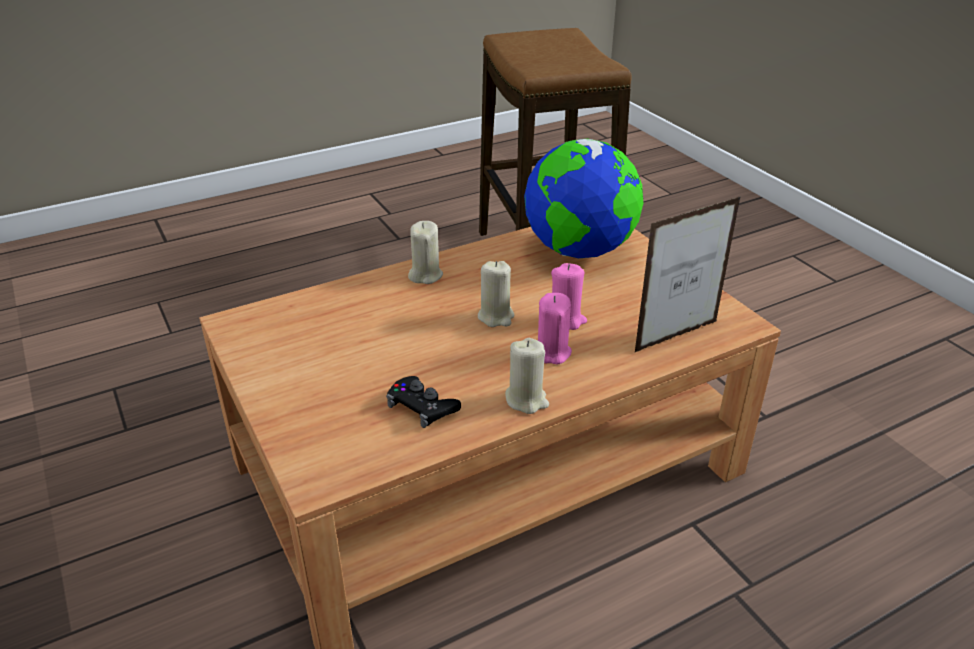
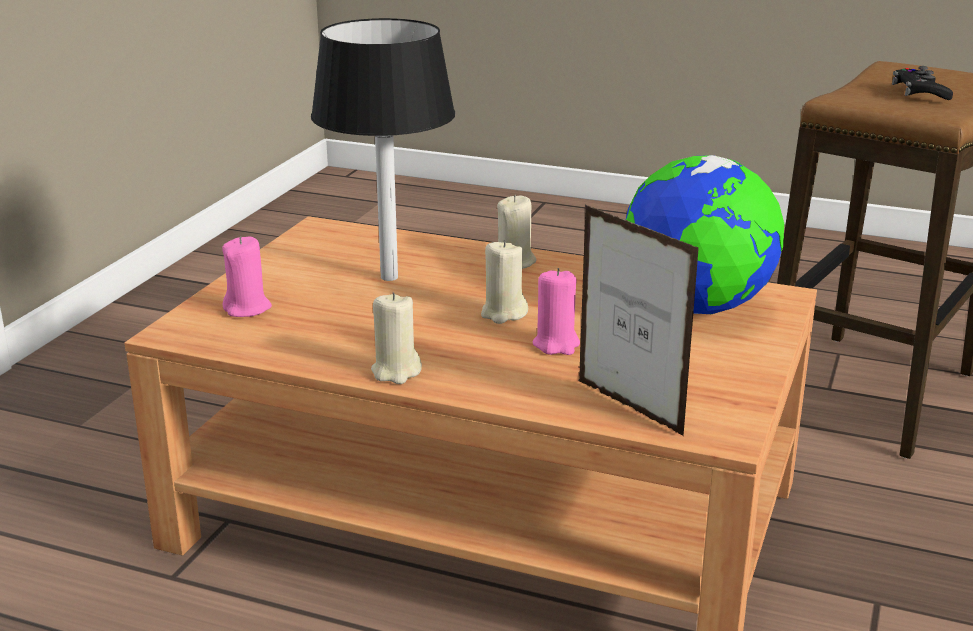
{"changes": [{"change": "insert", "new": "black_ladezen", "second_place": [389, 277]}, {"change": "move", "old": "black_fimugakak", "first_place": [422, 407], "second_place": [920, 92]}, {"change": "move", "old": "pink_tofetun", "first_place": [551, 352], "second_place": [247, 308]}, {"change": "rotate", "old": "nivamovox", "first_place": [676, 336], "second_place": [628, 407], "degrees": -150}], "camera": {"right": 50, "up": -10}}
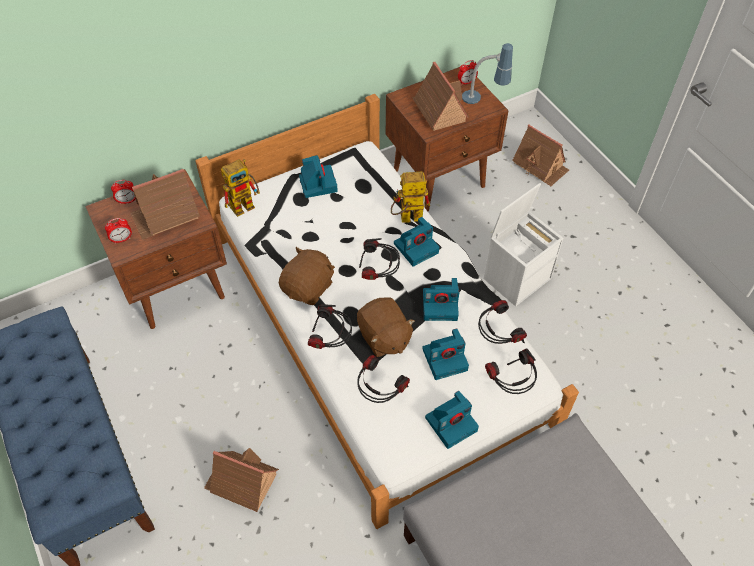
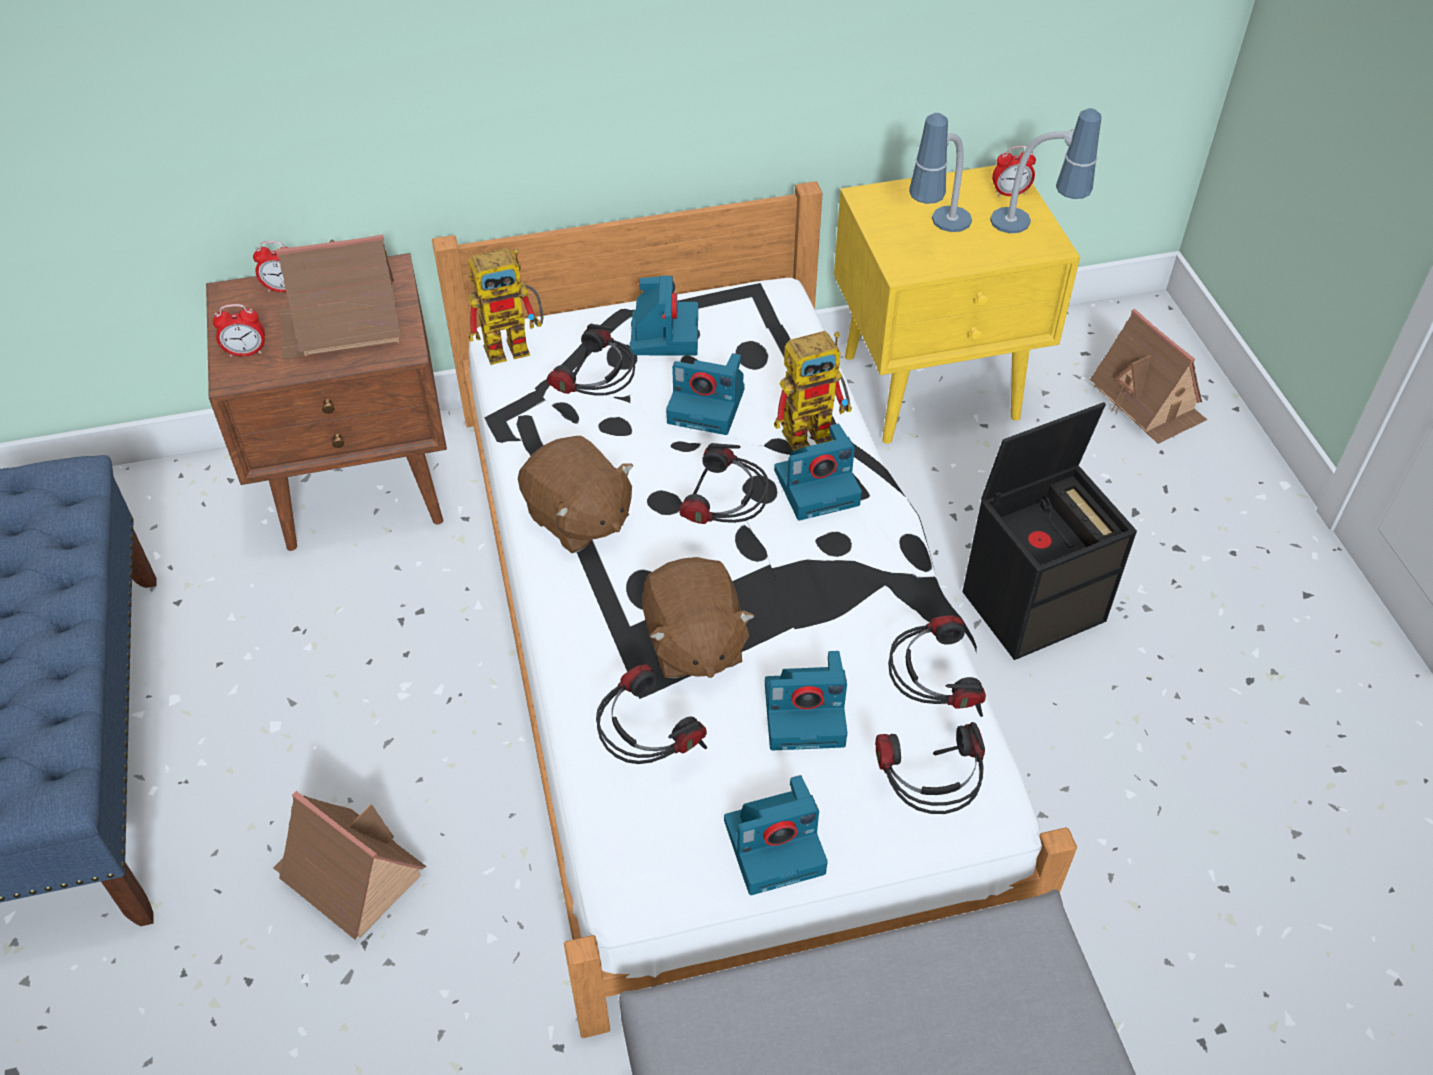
{"changes": [{"change": "move", "old": "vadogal", "first_place": [331, 341], "second_place": [597, 399]}, {"change": "move", "old": "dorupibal", "first_place": [441, 305], "second_place": [708, 405]}, {"change": "replace", "old": "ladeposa", "new": "ladezen", "first_place": [439, 110], "second_place": [936, 234]}, {"change": "recolor", "old": "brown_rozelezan", "new": "yellow_rozelezan", "first_place": [440, 178], "second_place": [934, 387]}, {"change": "recolor", "old": "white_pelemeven", "new": "black_pelemeven", "first_place": [517, 277], "second_place": [1034, 604]}, {"change": "rotate", "old": "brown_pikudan", "first_place": [308, 287], "second_place": [578, 519], "degrees": 90}, {"change": "rotate", "old": "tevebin", "first_place": [406, 219], "second_place": [815, 429], "degrees": 150}], "camera": {"right": 15, "up": -5}}
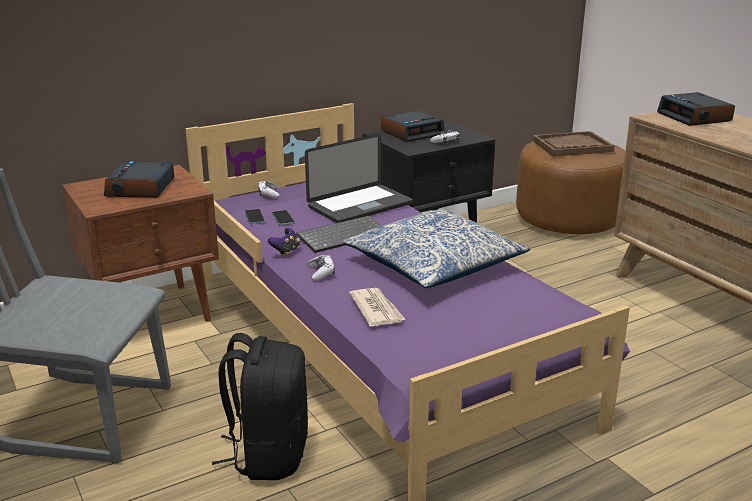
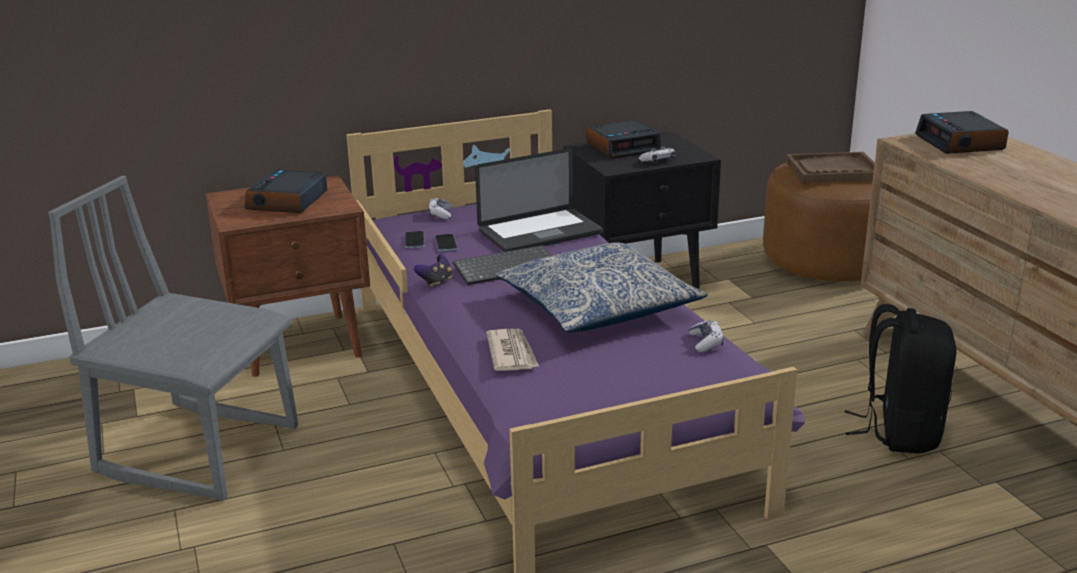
{"changes": [{"change": "move", "old": "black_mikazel", "first_place": [268, 454], "second_place": [899, 431]}, {"change": "move", "old": "fimugakak", "first_place": [321, 273], "second_place": [705, 342]}], "camera": {"right": 10, "up": 0}}
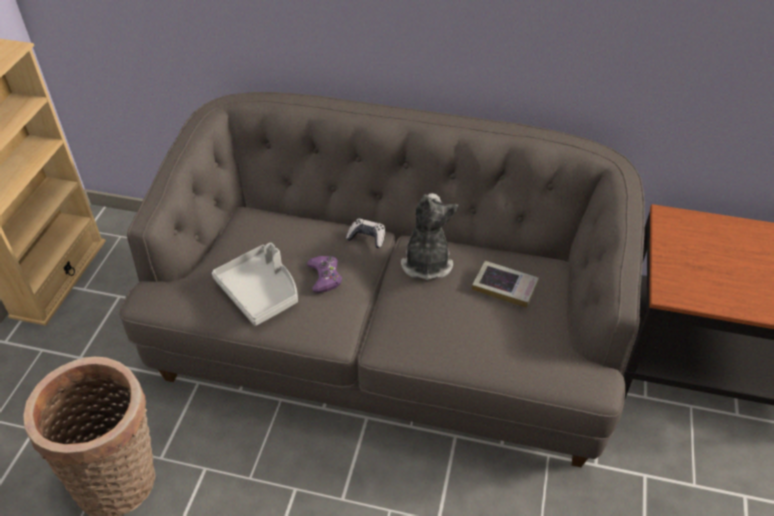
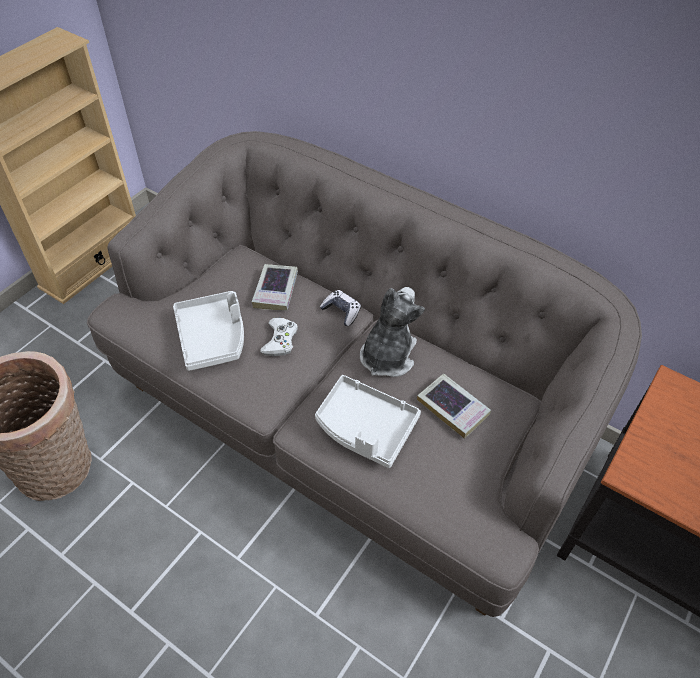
{"changes": [{"change": "insert", "new": "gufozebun", "second_place": [276, 290]}, {"change": "insert", "new": "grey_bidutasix", "second_place": [365, 428]}, {"change": "recolor", "old": "purple_fimugakak", "new": "white_fimugakak", "first_place": [325, 277], "second_place": [280, 340]}], "camera": {"right": 20, "up": 5}}
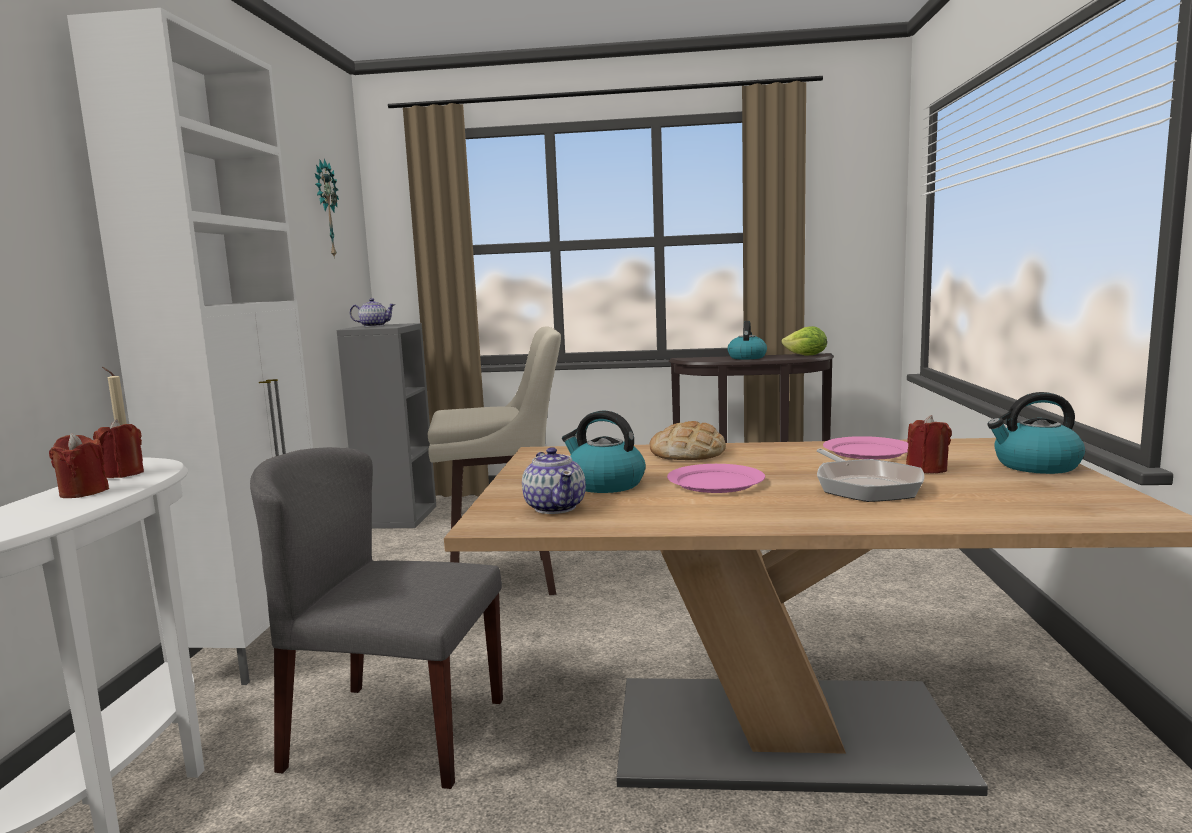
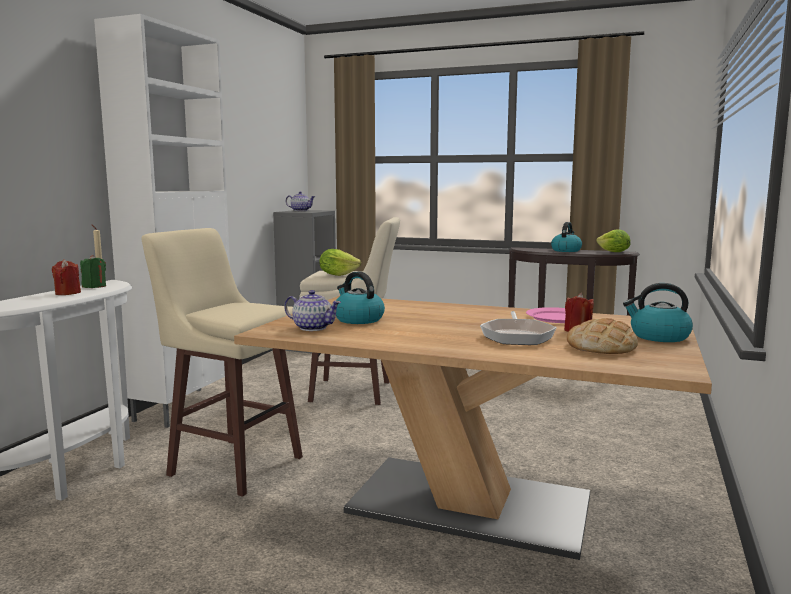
{"changes": [{"change": "delete", "old": "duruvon", "first_place": [325, 209]}, {"change": "delete", "old": "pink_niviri", "first_place": [715, 482]}, {"change": "insert", "new": "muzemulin", "second_place": [337, 275]}, {"change": "move", "old": "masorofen", "first_place": [687, 453], "second_place": [601, 347]}, {"change": "replace", "old": "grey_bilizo", "new": "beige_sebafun", "first_place": [394, 733], "second_place": [234, 465]}, {"change": "recolor", "old": "red_tofetun", "new": "green_tofetun", "first_place": [122, 474], "second_place": [94, 286]}, {"change": "rotate", "old": "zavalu", "first_place": [555, 507], "second_place": [312, 328], "degrees": -60}], "camera": {"right": 15, "up": 0}}
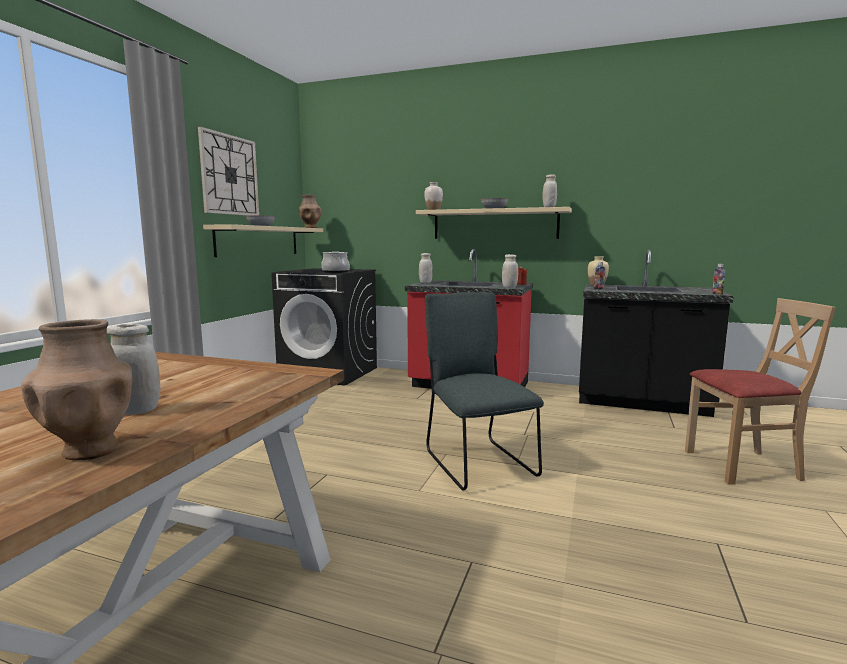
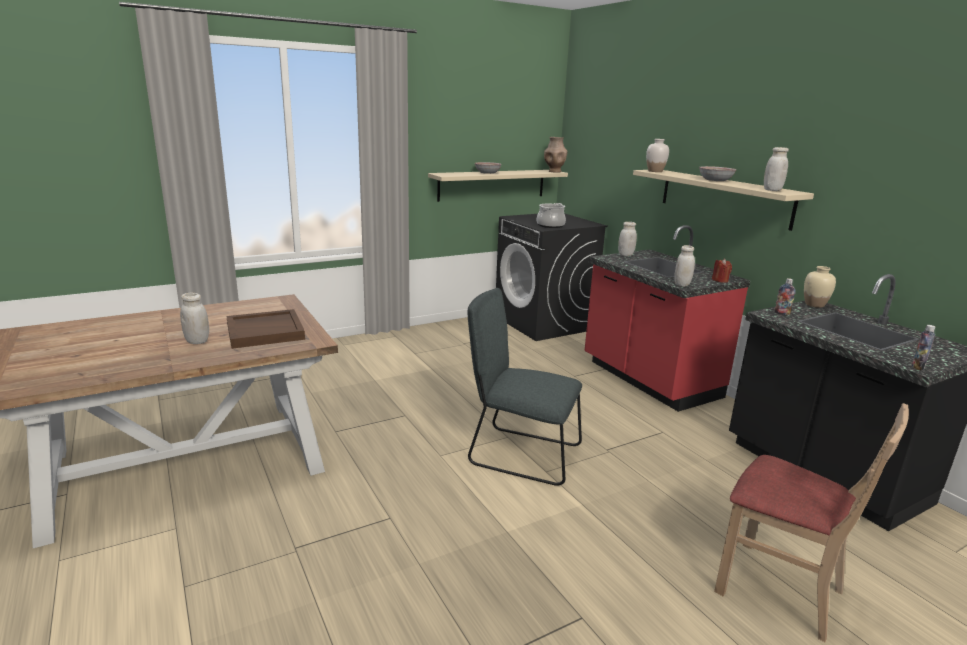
{"changes": [{"change": "delete", "old": "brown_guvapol", "first_place": [90, 450]}, {"change": "delete", "old": "duruvon", "first_place": [229, 175]}, {"change": "insert", "new": "brown_bidutasix", "second_place": [266, 331]}, {"change": "rotate", "old": "grey_bilizo", "first_place": [476, 461], "second_place": [519, 454], "degrees": -90}], "camera": {"right": 40, "up": 10}}
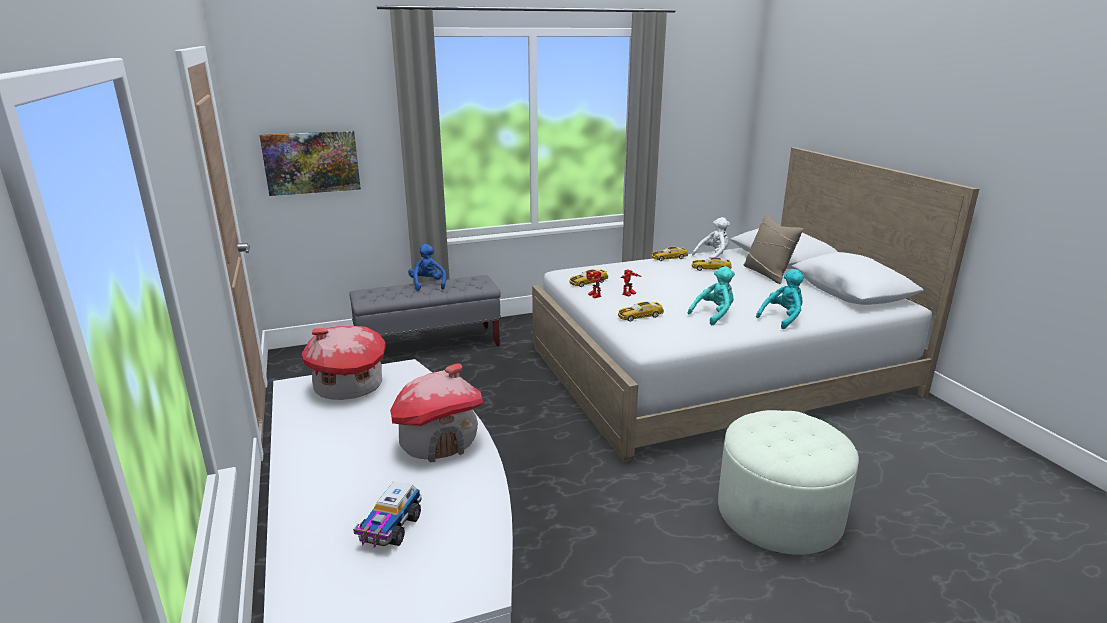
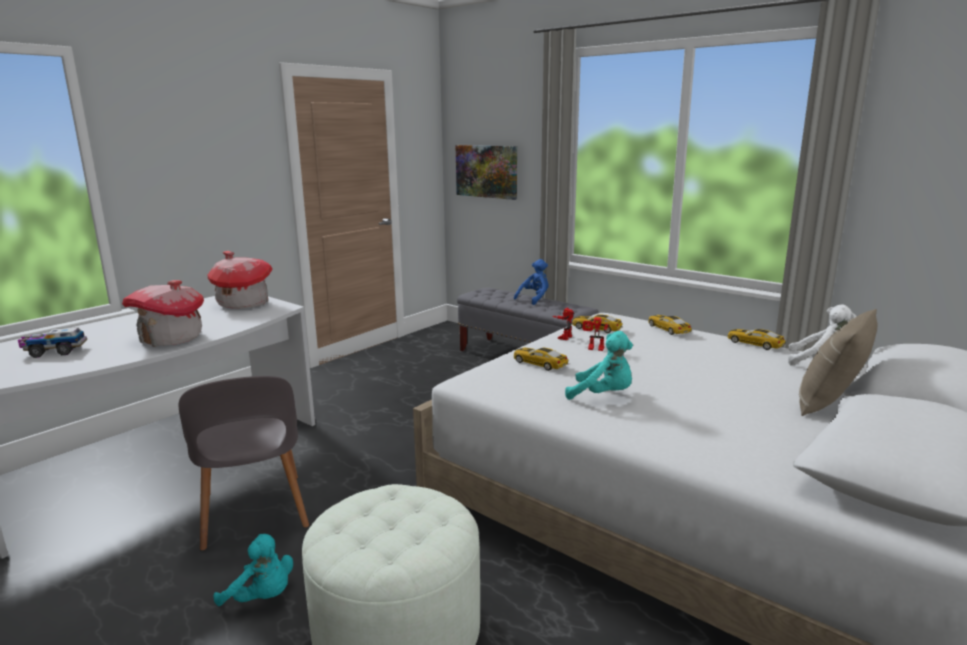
{"changes": [{"change": "insert", "new": "grey_bilizo", "second_place": [253, 514]}, {"change": "move", "old": "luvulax", "first_place": [711, 268], "second_place": [668, 329]}, {"change": "move", "old": "turquoise_pikudan", "first_place": [782, 318], "second_place": [262, 597]}], "camera": {"right": 60, "up": -5}}
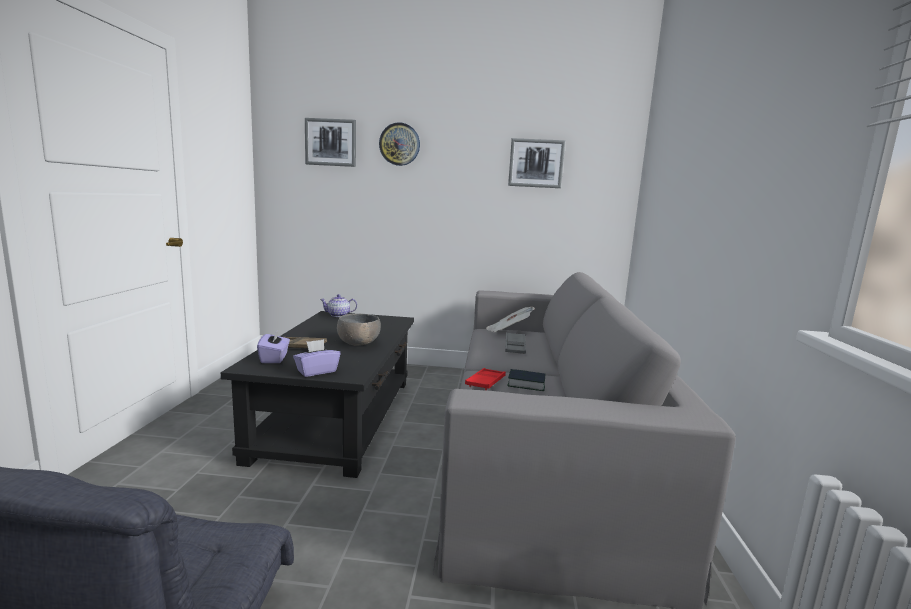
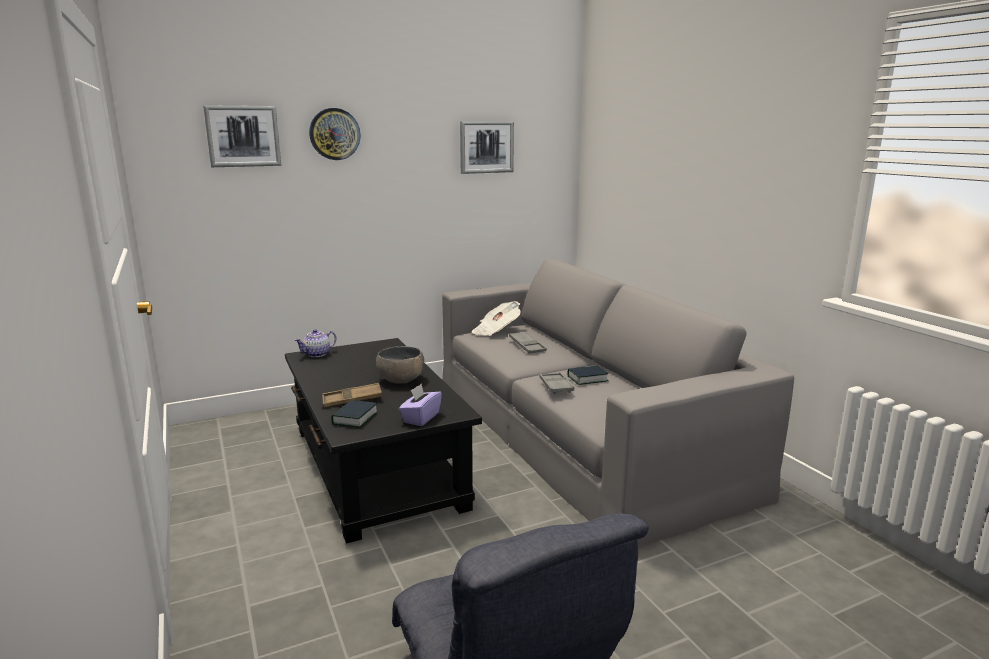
{"changes": [{"change": "replace", "old": "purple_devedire", "new": "gufozebun", "first_place": [274, 358], "second_place": [355, 418]}, {"change": "recolor", "old": "red_bidutasix", "new": "grey_bidutasix", "first_place": [485, 382], "second_place": [556, 386]}], "camera": {"right": -30, "up": 5}}
